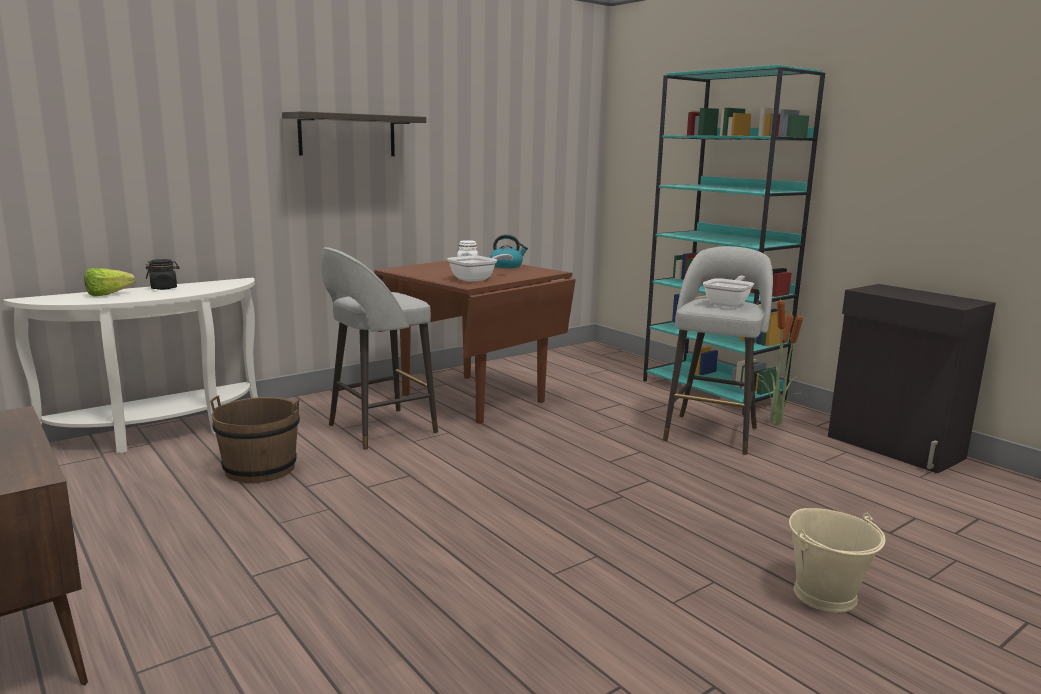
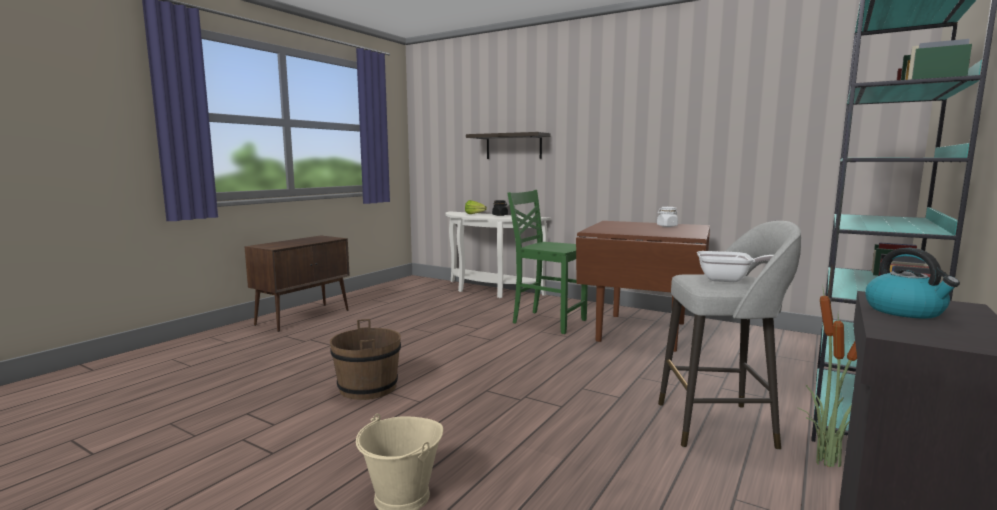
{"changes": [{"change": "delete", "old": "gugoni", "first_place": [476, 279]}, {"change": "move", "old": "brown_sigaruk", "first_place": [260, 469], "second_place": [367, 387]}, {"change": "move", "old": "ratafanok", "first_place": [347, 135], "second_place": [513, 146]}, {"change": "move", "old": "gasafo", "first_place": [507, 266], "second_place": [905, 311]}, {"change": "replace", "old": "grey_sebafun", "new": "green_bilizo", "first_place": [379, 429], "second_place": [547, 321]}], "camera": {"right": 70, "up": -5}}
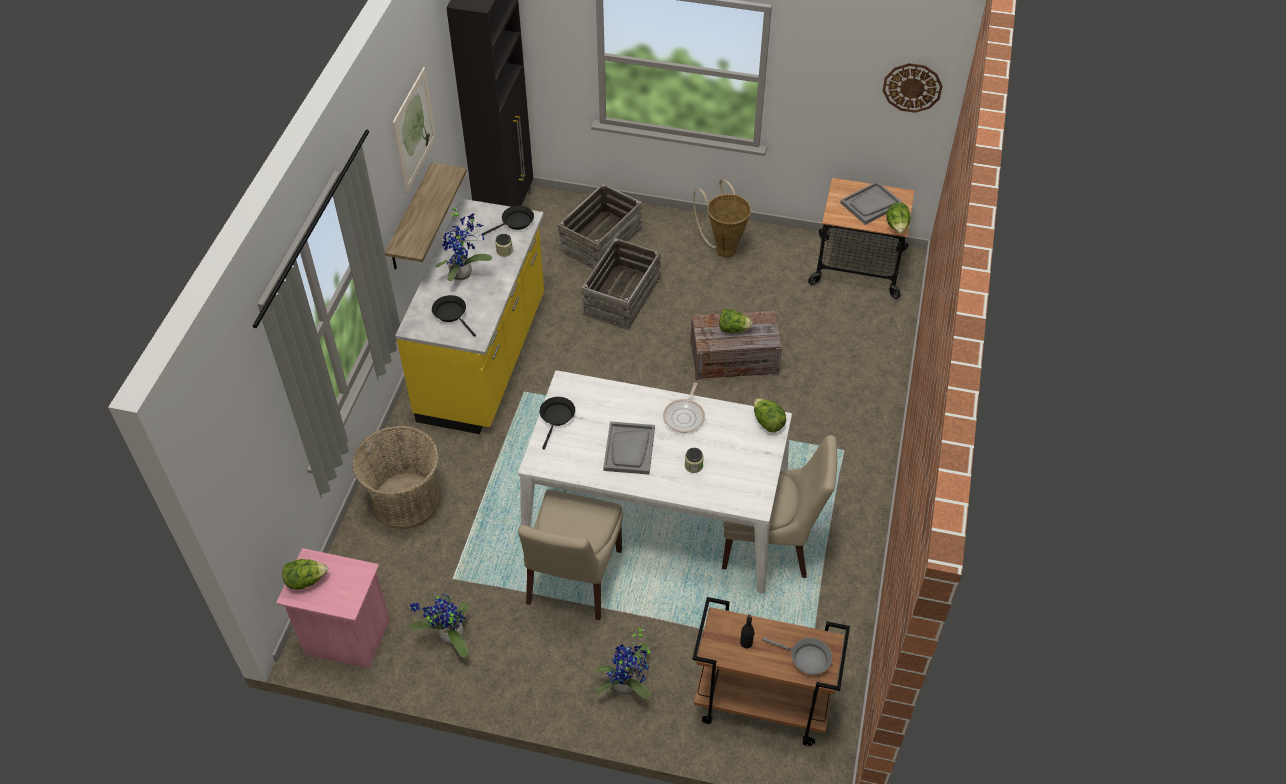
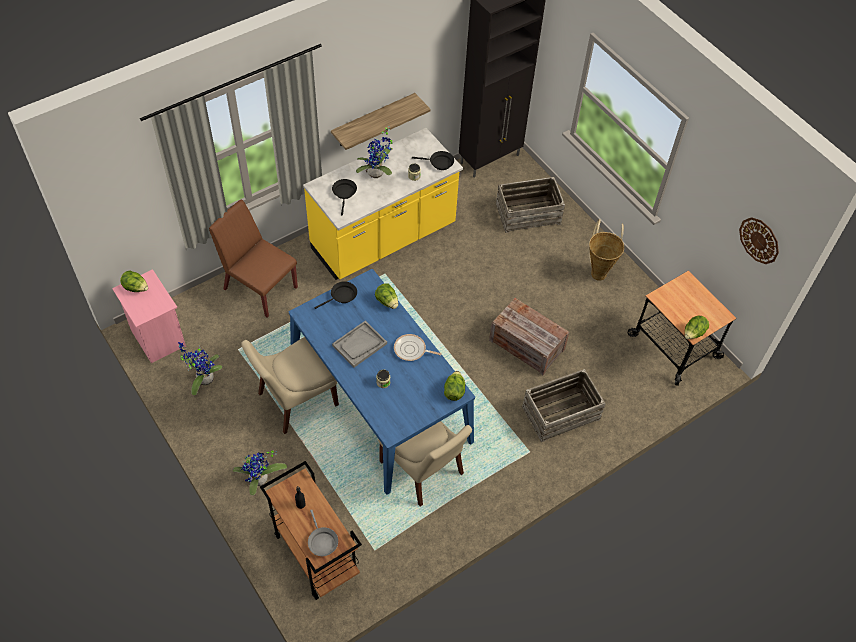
{"changes": [{"change": "delete", "old": "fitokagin", "first_place": [414, 129]}, {"change": "delete", "old": "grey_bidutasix", "first_place": [871, 204]}, {"change": "move", "old": "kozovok", "first_place": [622, 297], "second_place": [561, 414]}, {"change": "move", "old": "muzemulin", "first_place": [733, 329], "second_place": [387, 302]}, {"change": "replace", "old": "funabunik", "new": "brown_bilizo", "first_place": [405, 501], "second_place": [259, 288]}, {"change": "recolor", "old": "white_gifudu", "new": "blue_gifudu", "first_place": [656, 512], "second_place": [380, 399]}, {"change": "rotate", "old": "gugoni", "first_place": [685, 416], "second_place": [411, 350], "degrees": 45}], "camera": {"right": 40, "up": 5}}
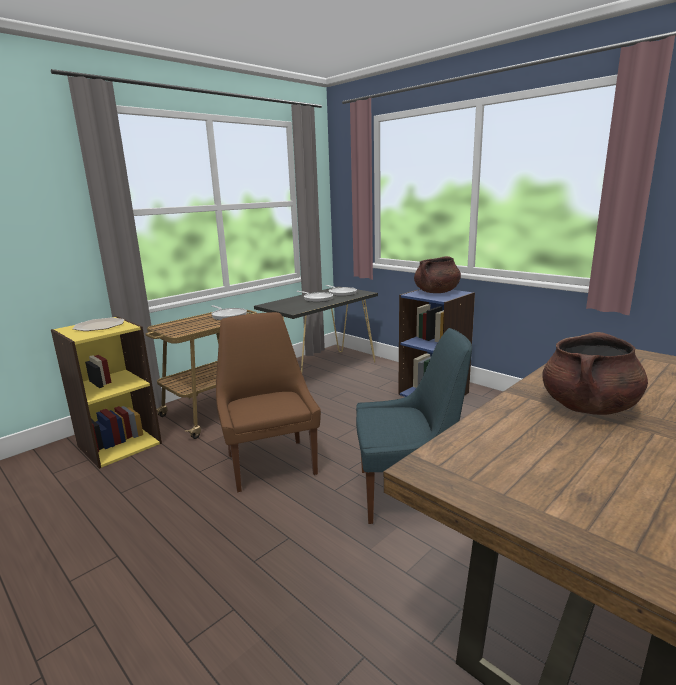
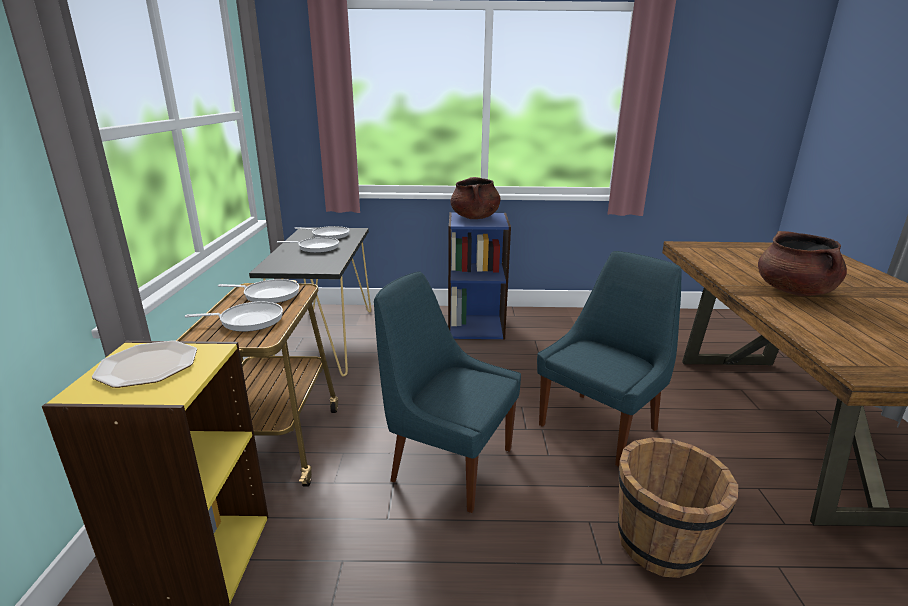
{"changes": [{"change": "insert", "new": "gugoni", "second_place": [248, 320]}, {"change": "insert", "new": "brown_sigaruk", "second_place": [661, 543]}, {"change": "recolor", "old": "brown_bilizo", "new": "blue_bilizo", "first_place": [270, 462], "second_place": [448, 463]}], "camera": {"right": -45, "up": 5}}
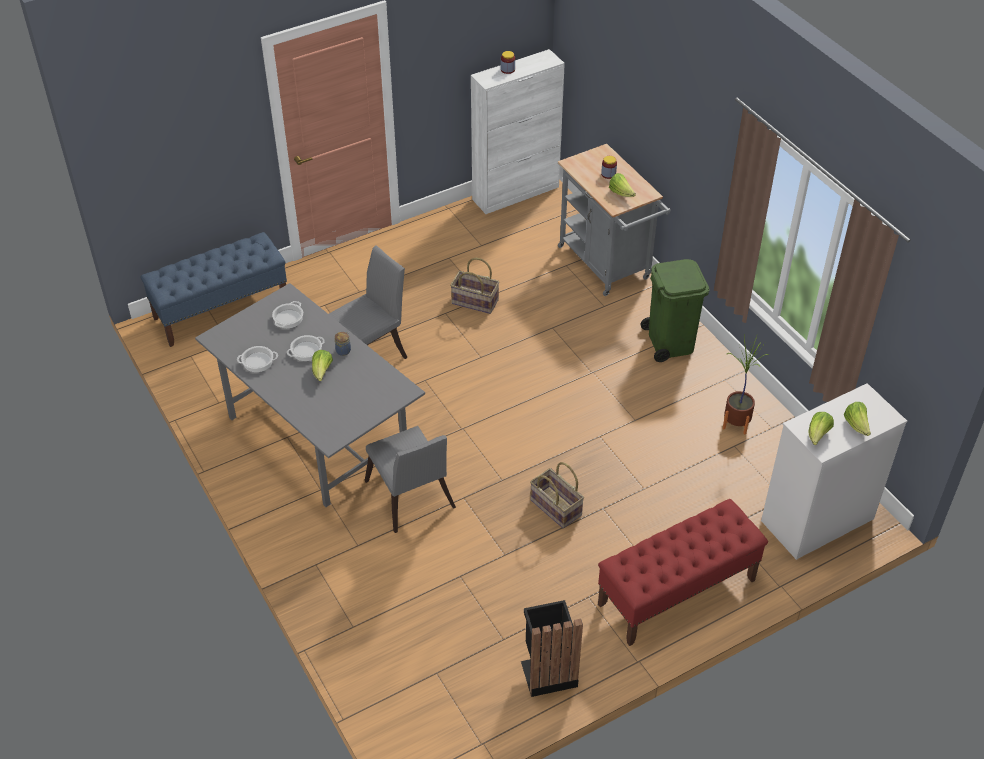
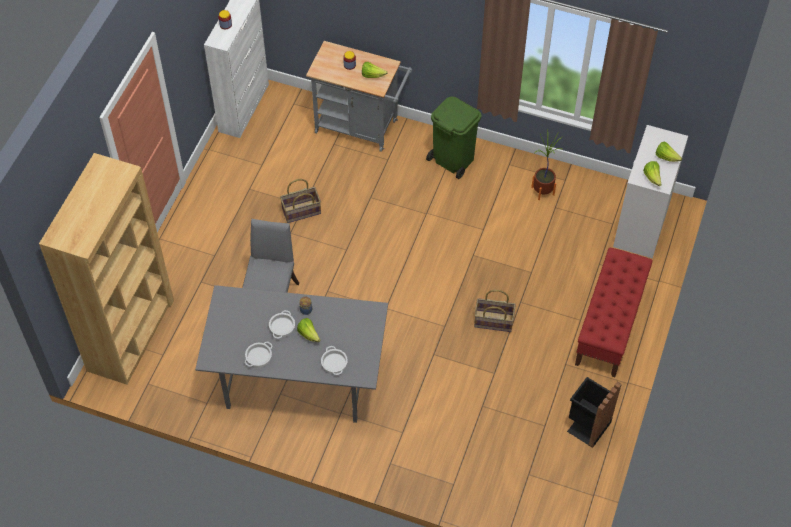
{"changes": [{"change": "delete", "old": "grey_bilizo", "first_place": [411, 499]}, {"change": "move", "old": "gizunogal", "first_place": [288, 319], "second_place": [334, 363]}, {"change": "replace", "old": "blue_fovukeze", "new": "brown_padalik", "first_place": [221, 310], "second_place": [131, 334]}], "camera": {"right": -40, "up": 10}}
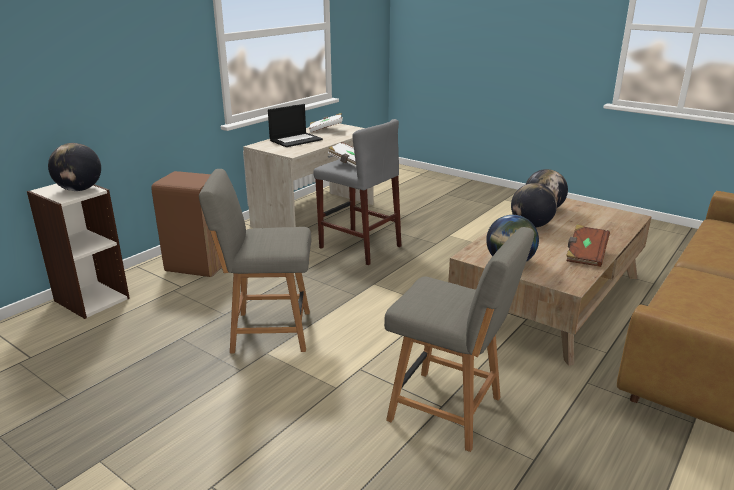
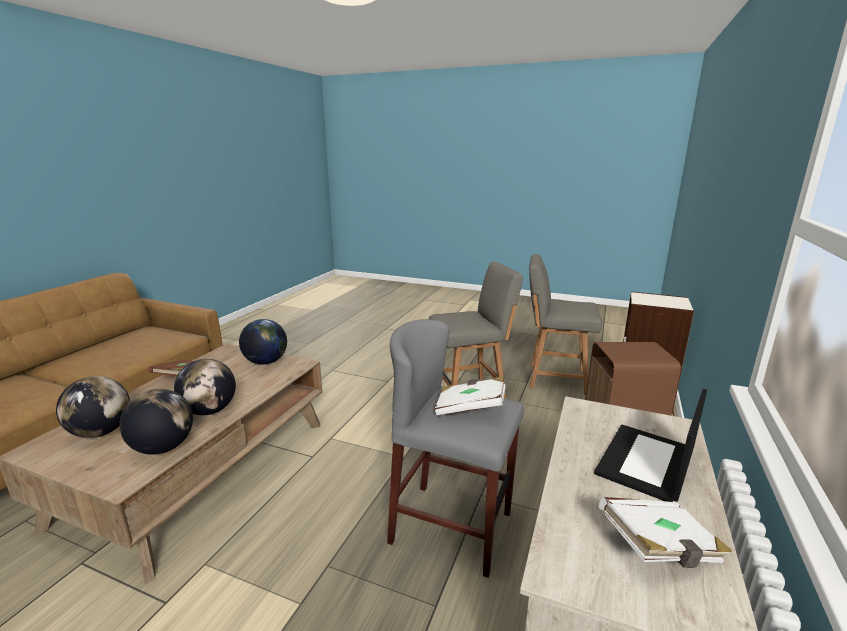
{"changes": [{"change": "move", "old": "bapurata", "first_place": [79, 189], "second_place": [101, 432]}, {"change": "move", "old": "grey_bilizo", "first_place": [449, 410], "second_place": [554, 378]}], "camera": {"right": 165, "up": -5}}
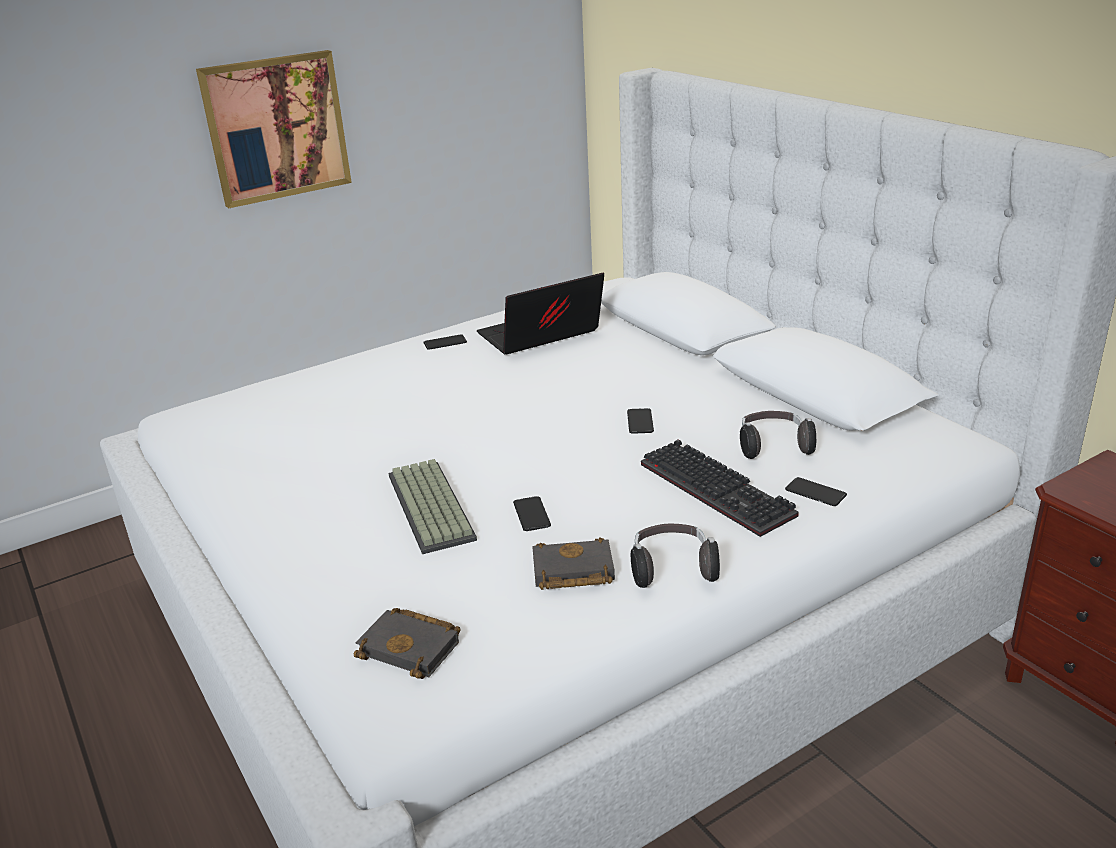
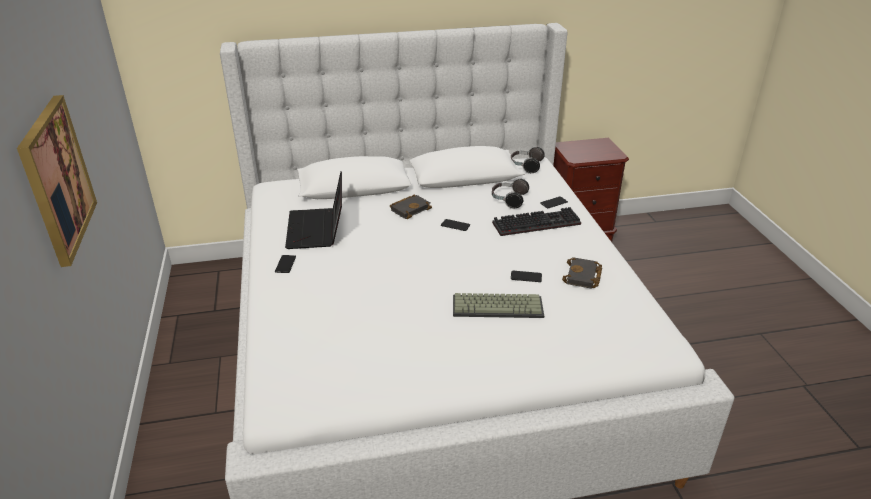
{"changes": [{"change": "move", "old": "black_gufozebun", "first_place": [413, 647], "second_place": [410, 209]}, {"change": "move", "old": "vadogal", "first_place": [672, 569], "second_place": [525, 166]}], "camera": {"right": -70, "up": 5}}
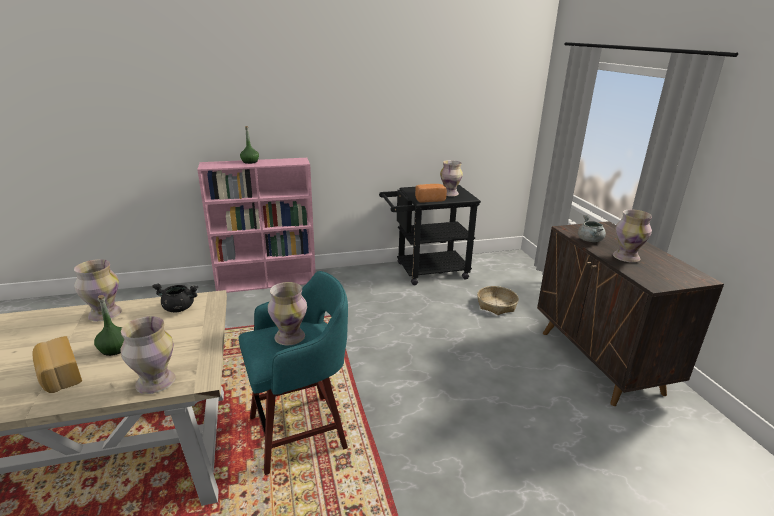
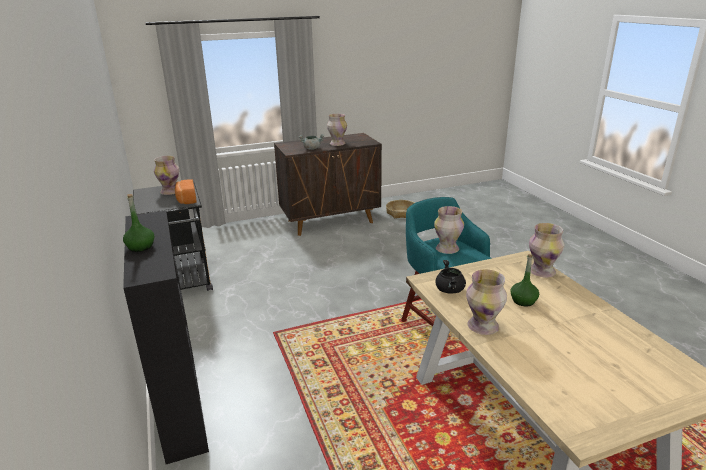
{"changes": [{"change": "delete", "old": "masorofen", "first_place": [59, 375]}, {"change": "move", "old": "funabunik", "first_place": [496, 305], "second_place": [401, 213]}, {"change": "recolor", "old": "pink_padalik", "new": "black_padalik", "first_place": [268, 282], "second_place": [180, 403]}], "camera": {"right": -95, "up": 0}}
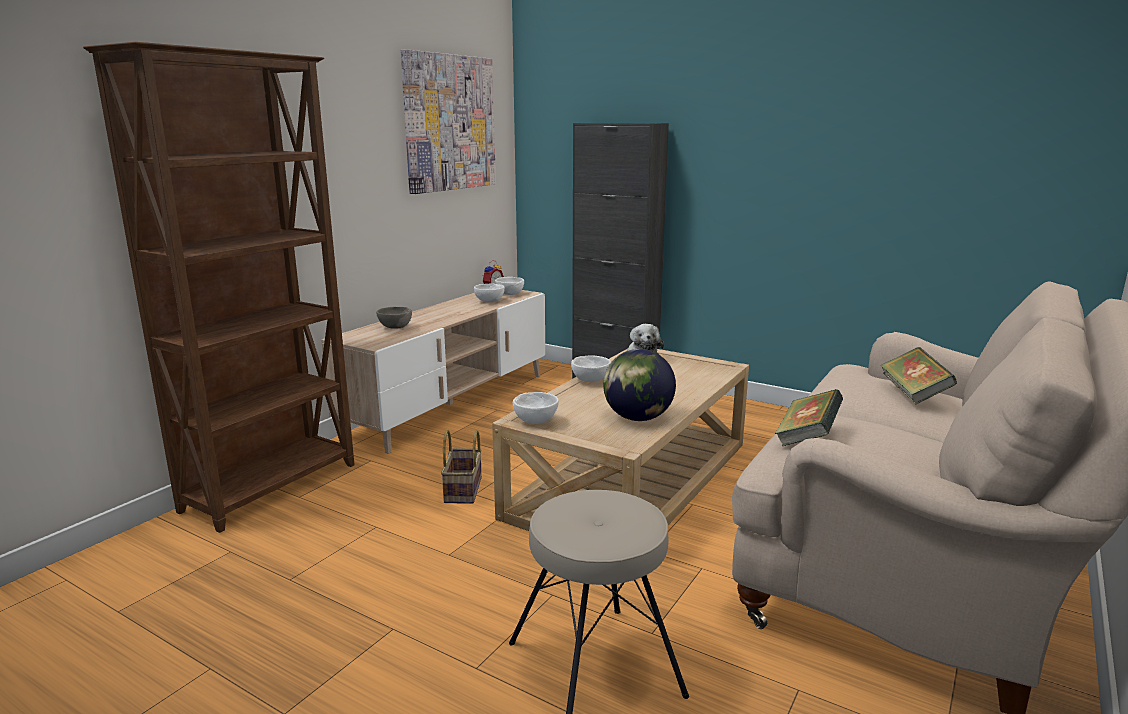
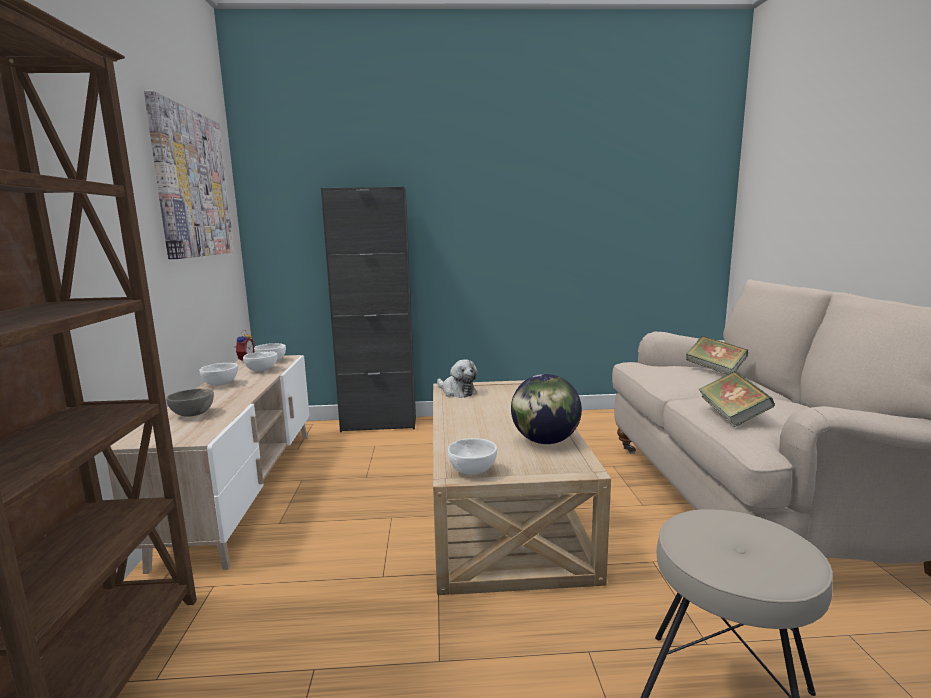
{"changes": [{"change": "delete", "old": "funabunik", "first_place": [464, 491]}, {"change": "move", "old": "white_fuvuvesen", "first_place": [590, 380], "second_place": [220, 384]}], "camera": {"right": -35, "up": -5}}
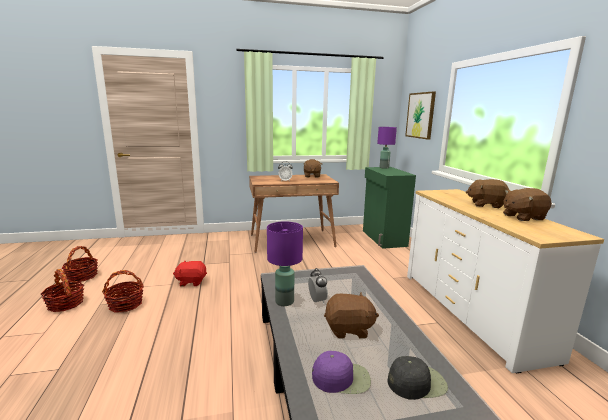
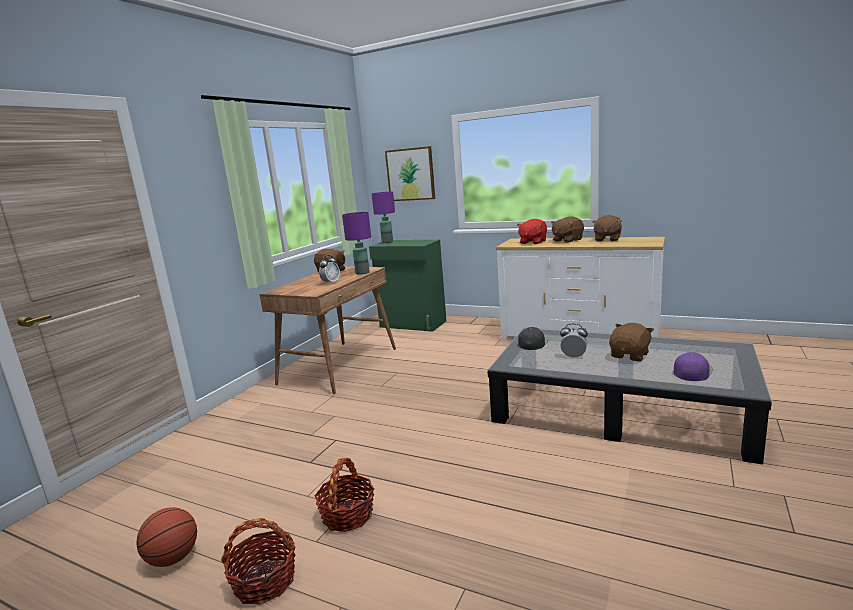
{"changes": [{"change": "move", "old": "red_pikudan", "first_place": [191, 282], "second_place": [532, 242]}, {"change": "move", "old": "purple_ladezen", "first_place": [284, 301], "second_place": [362, 273]}, {"change": "move", "old": "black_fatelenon", "first_place": [416, 382], "second_place": [533, 342]}, {"change": "replace", "old": "funabunik", "new": "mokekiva", "first_place": [82, 276], "second_place": [173, 558]}], "camera": {"right": -50, "up": 0}}
